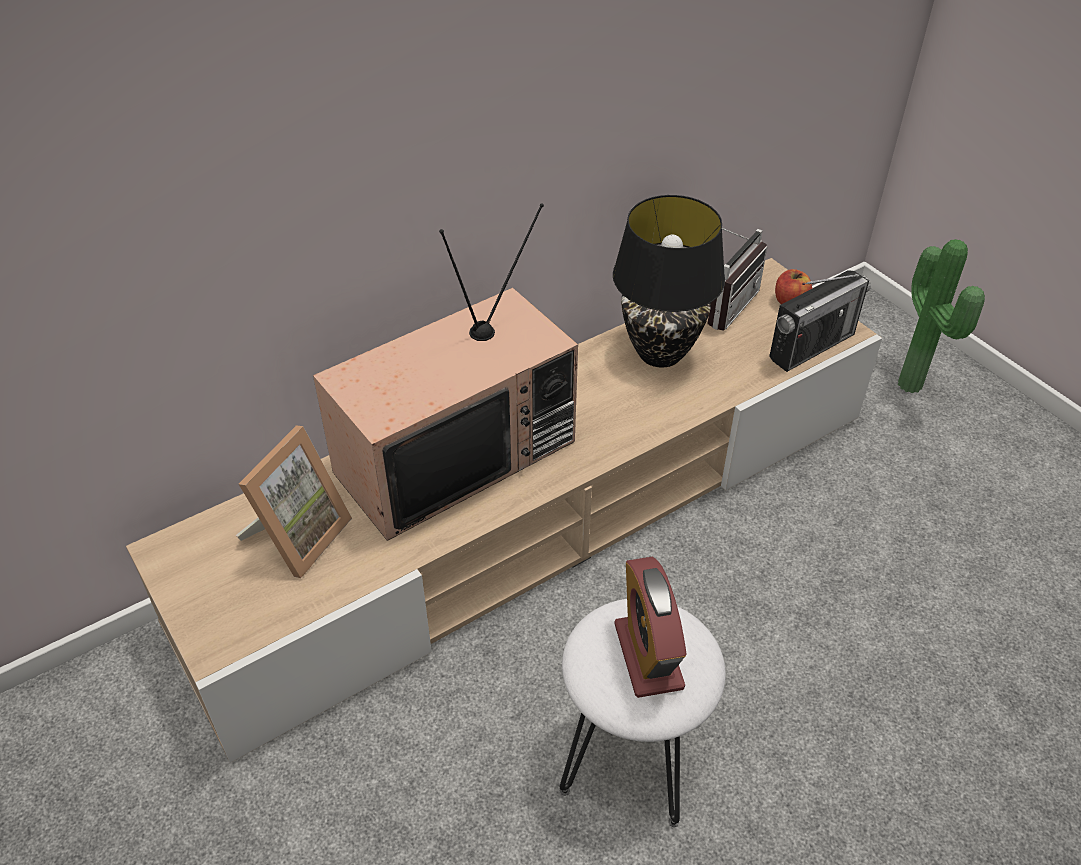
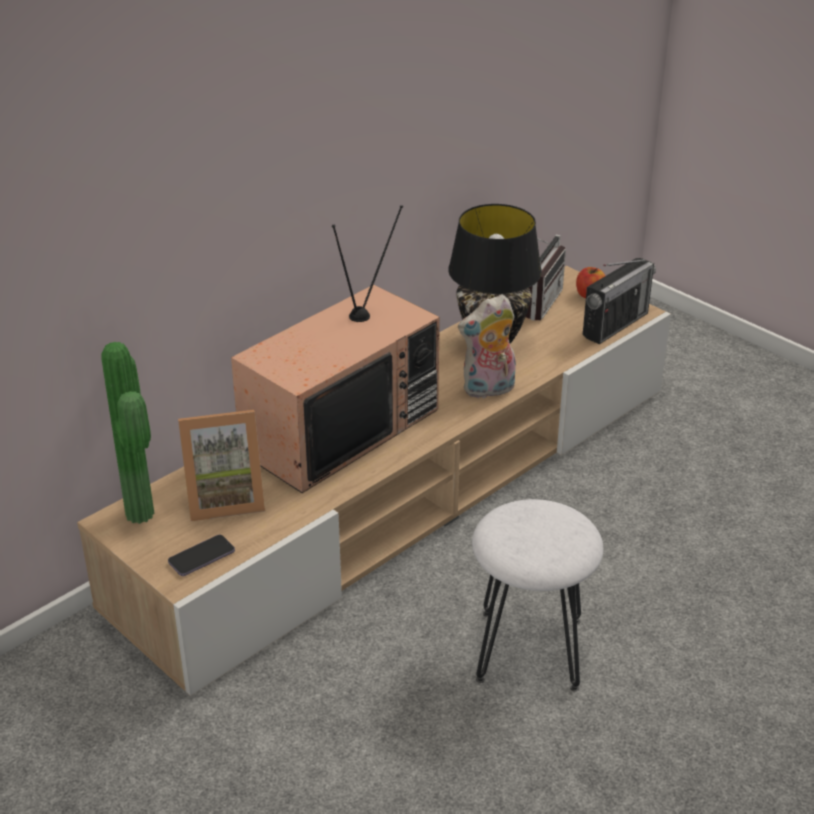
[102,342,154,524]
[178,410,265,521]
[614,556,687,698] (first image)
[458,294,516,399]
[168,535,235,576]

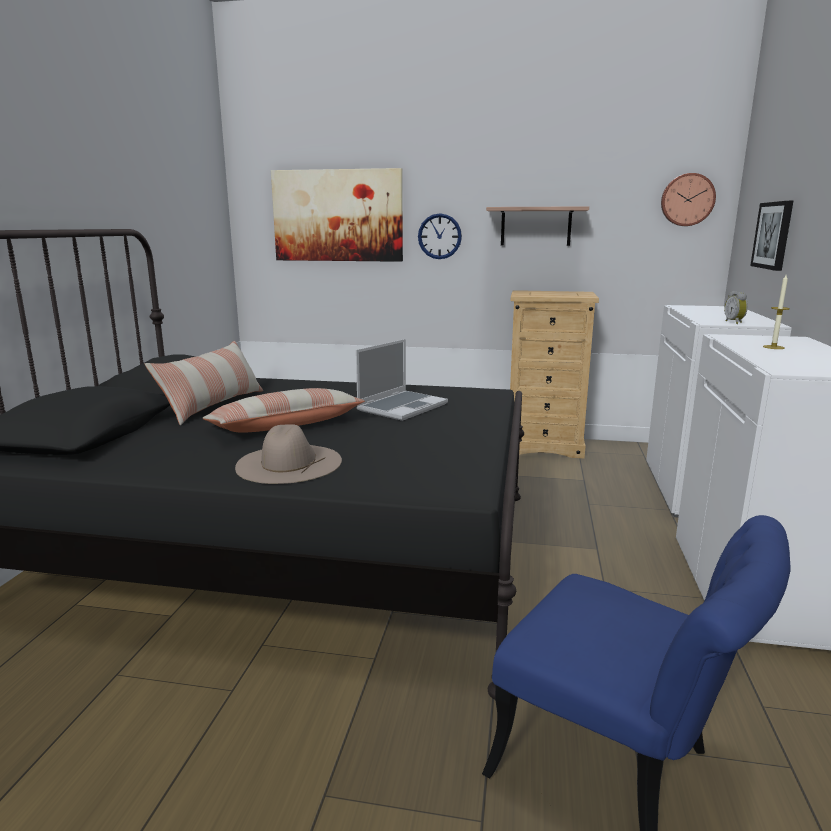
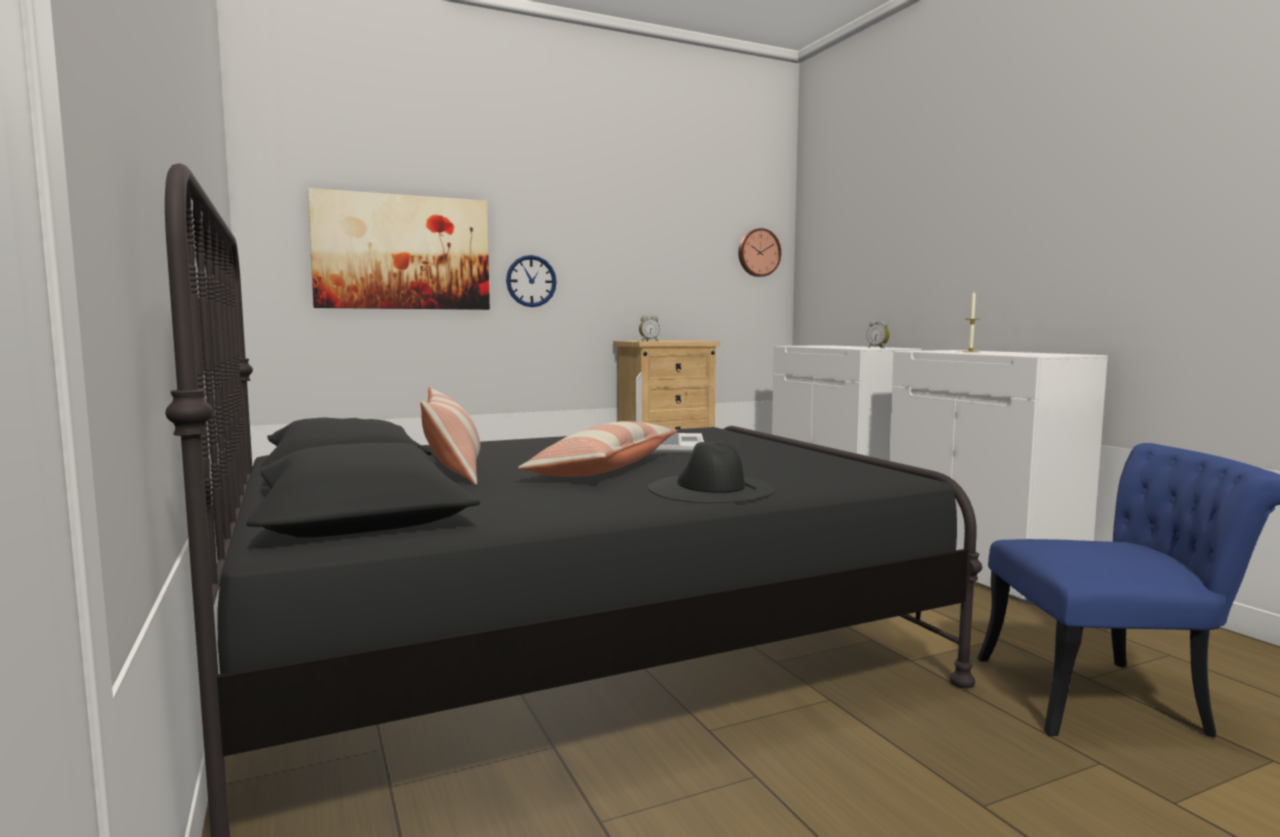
[750,201,793,271] (first image)
[486,206,589,246] (first image)
[648,441,775,503]
[639,316,660,341]

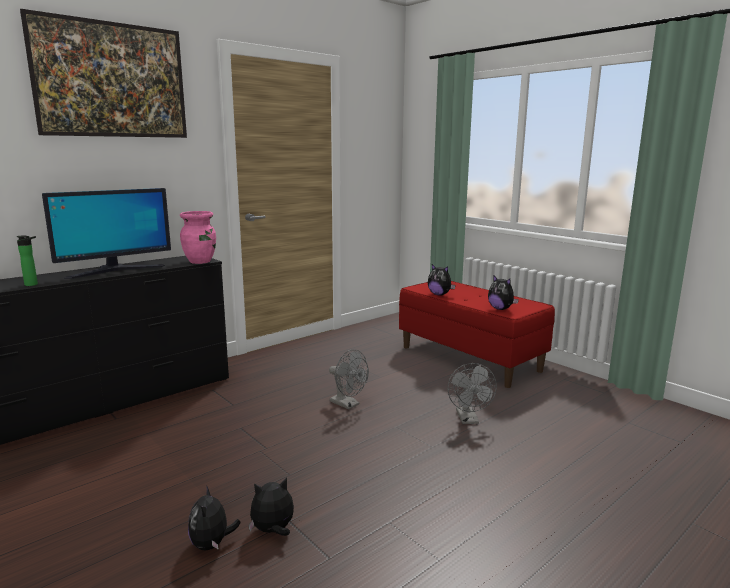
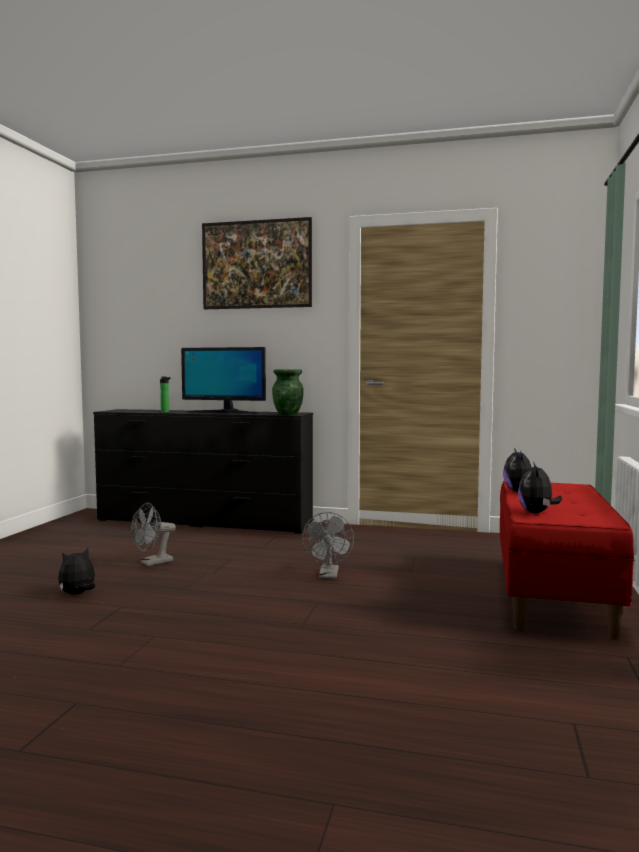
[272,369,304,415]
[131,503,176,566]
[248,478,294,536] (first image)

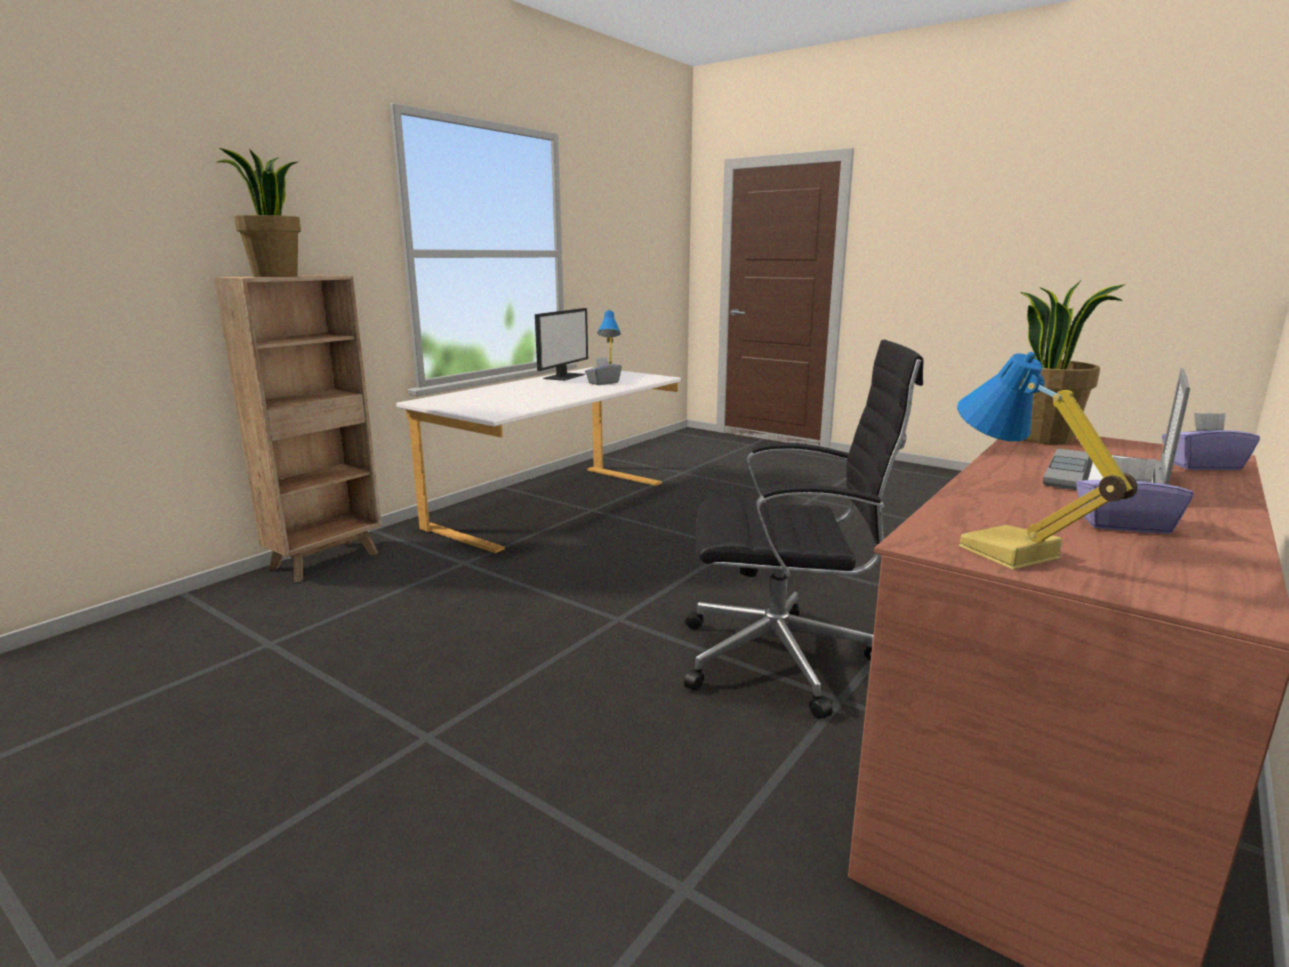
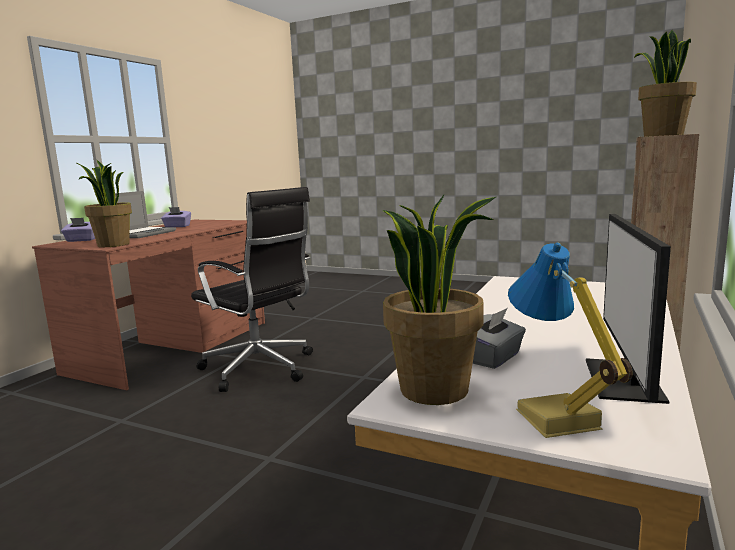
[191,187,313,392]
[957,352,1138,570] (first image)
[383,195,496,405]

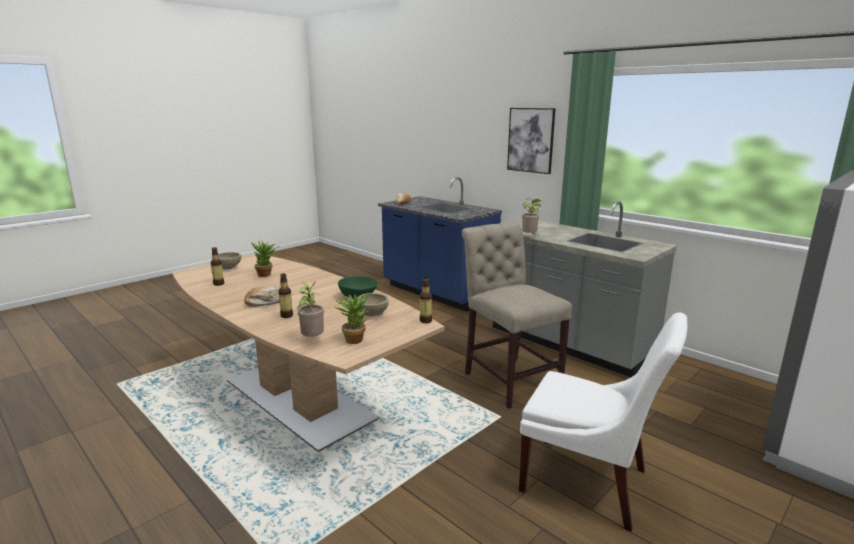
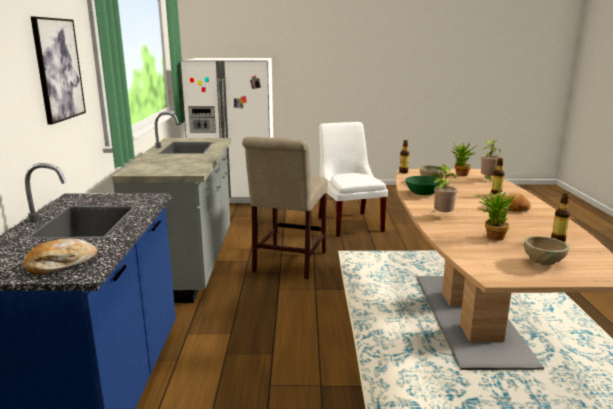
[431,165,457,213]

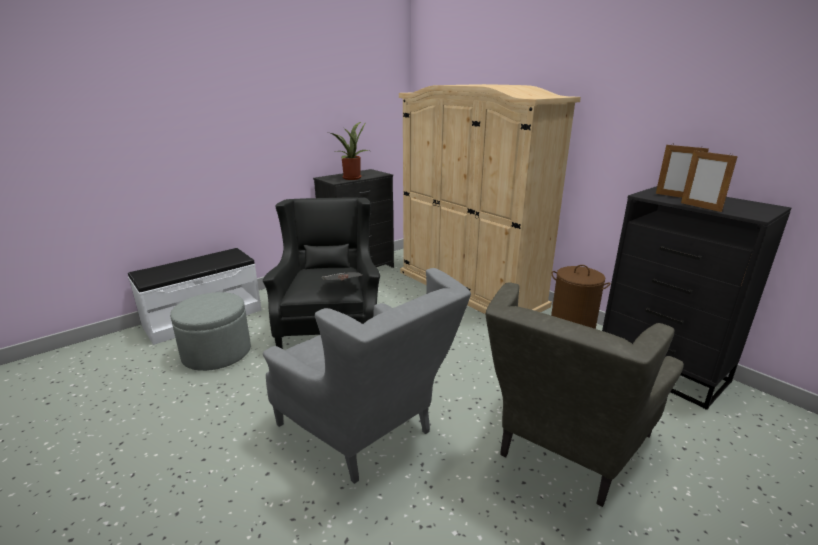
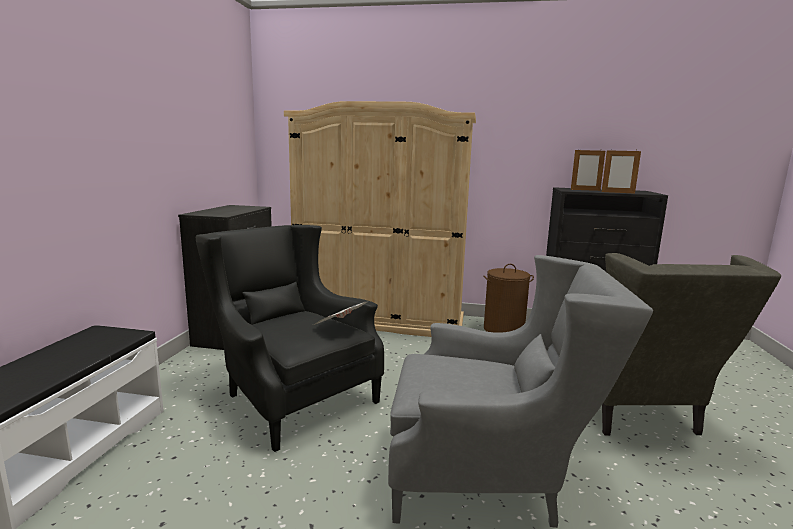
[331,122,369,180] (first image)
[170,292,251,371] (first image)

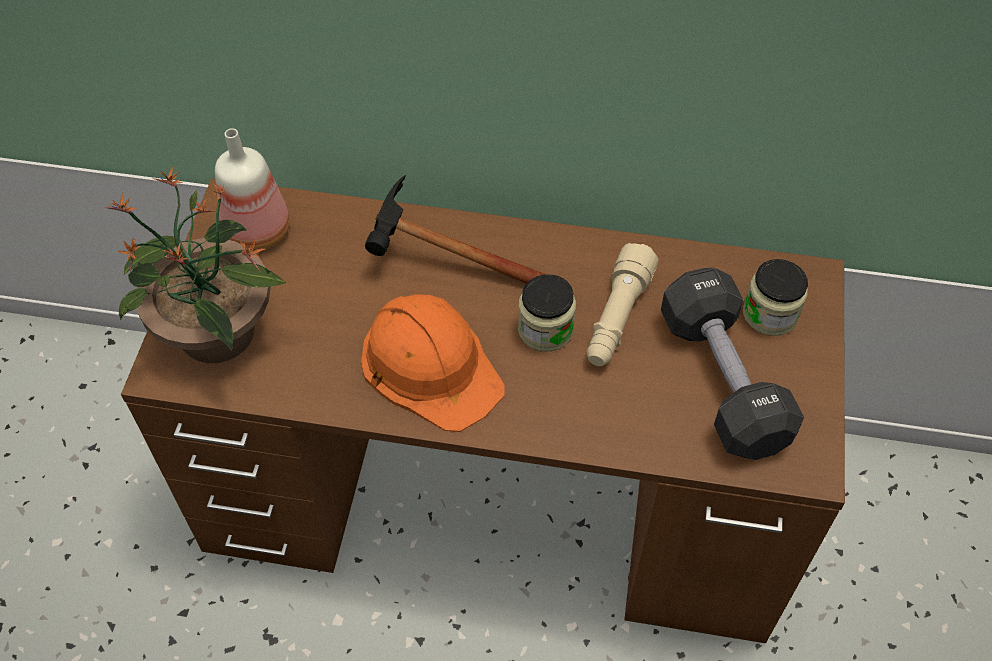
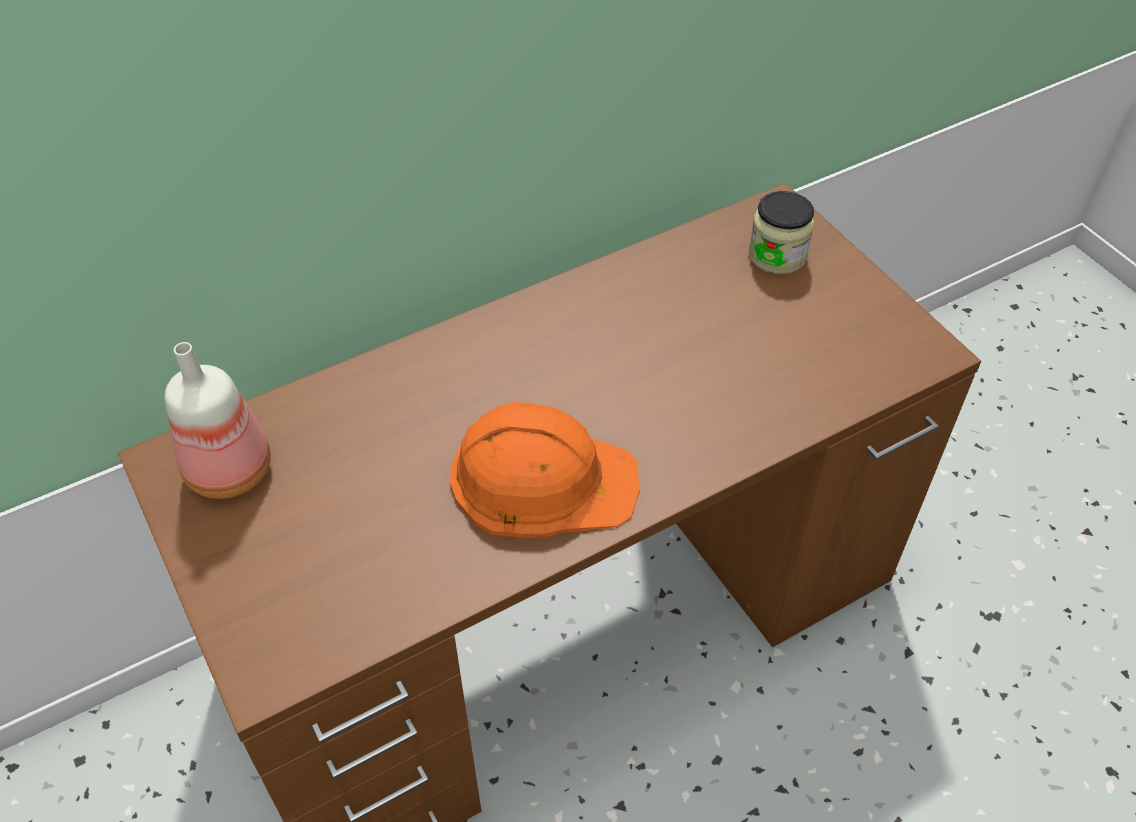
[105,167,286,363] (first image)
[365,175,544,284] (first image)
[587,243,659,366] (first image)
[661,268,804,460] (first image)
[518,274,576,352] (first image)

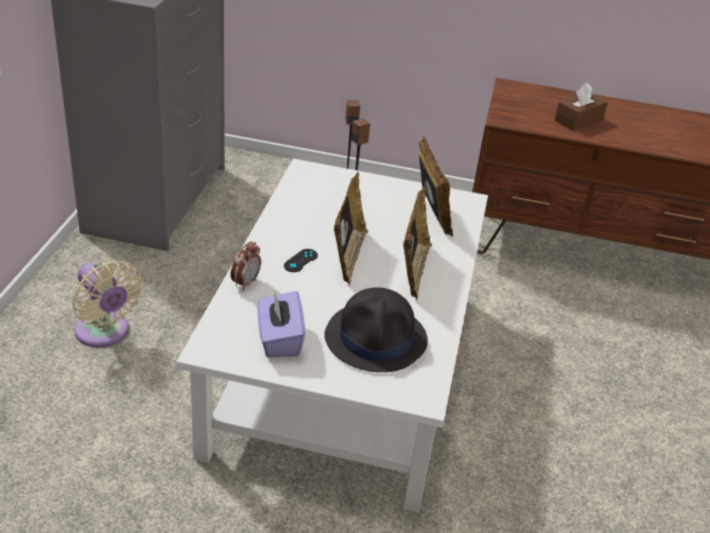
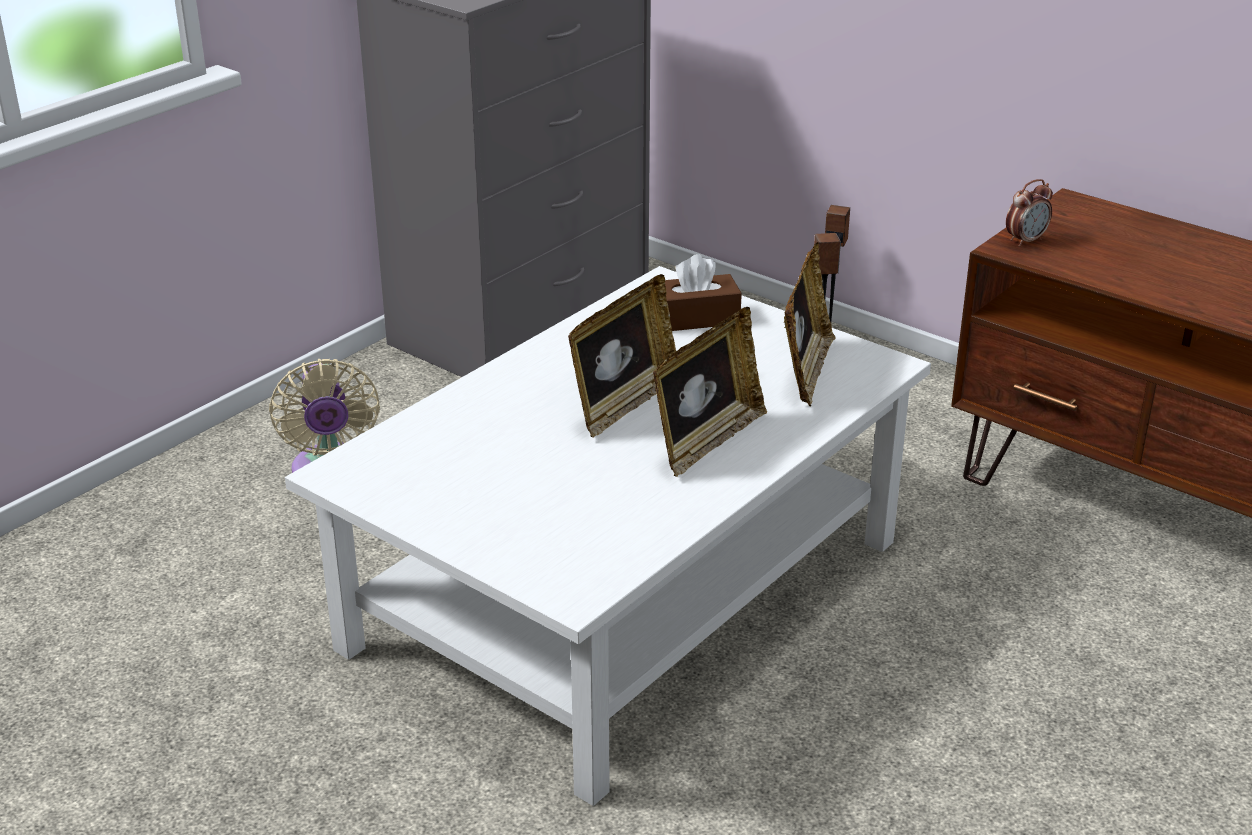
[665,254,742,331]
[1006,179,1053,247]
[284,249,318,272] (first image)
[324,287,428,372] (first image)
[257,291,305,357] (first image)

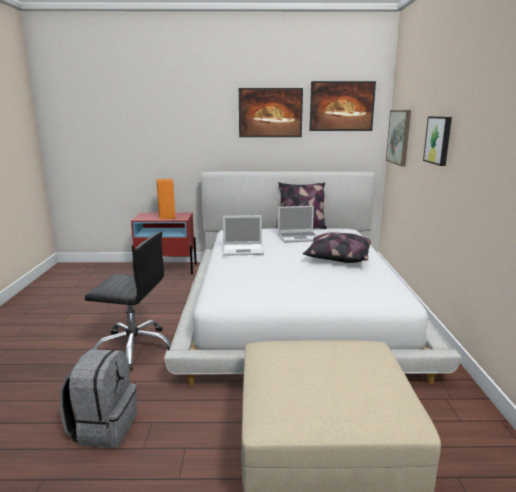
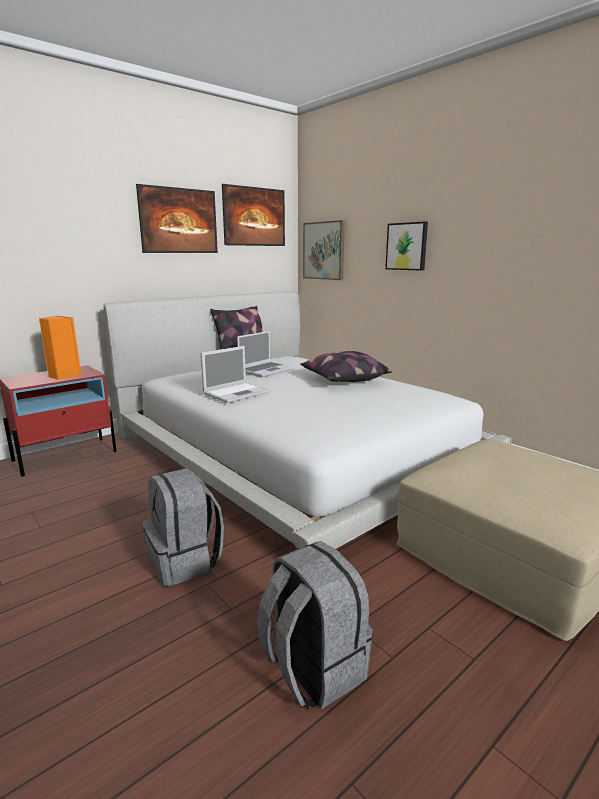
[143,468,224,586]

